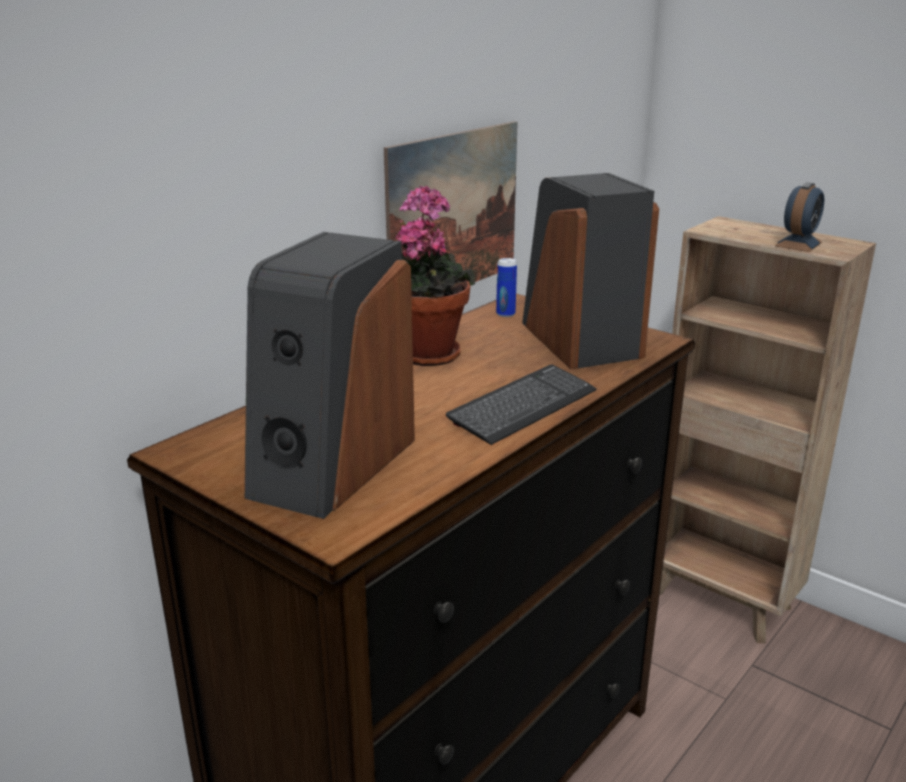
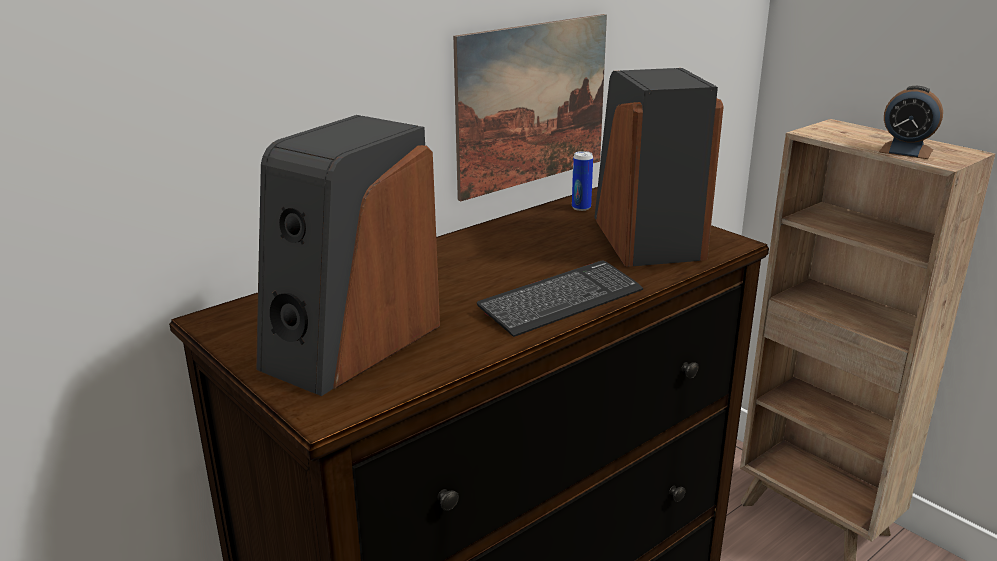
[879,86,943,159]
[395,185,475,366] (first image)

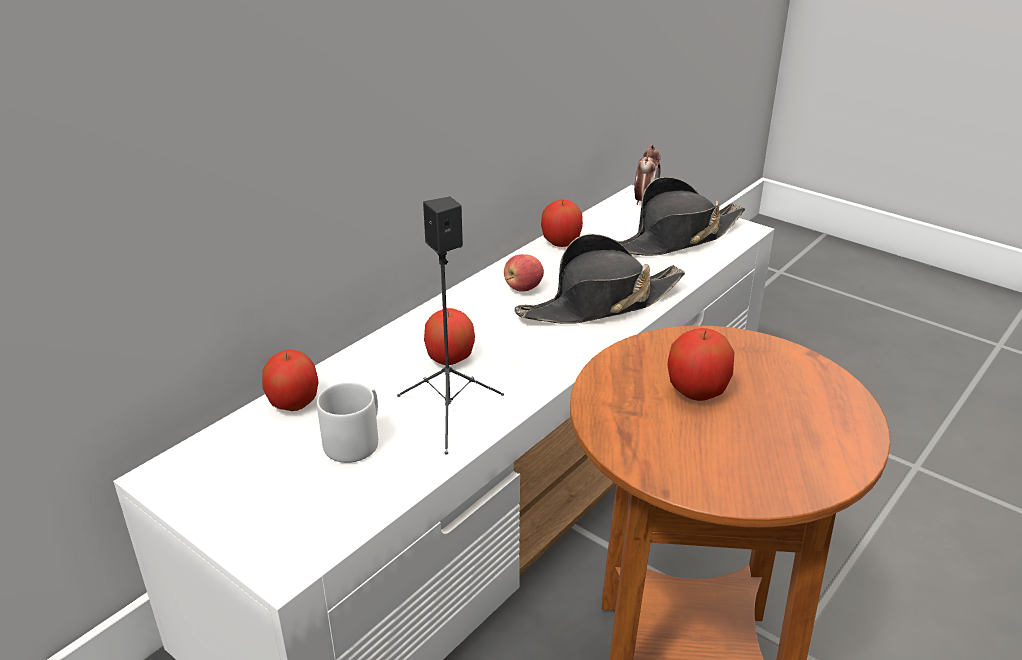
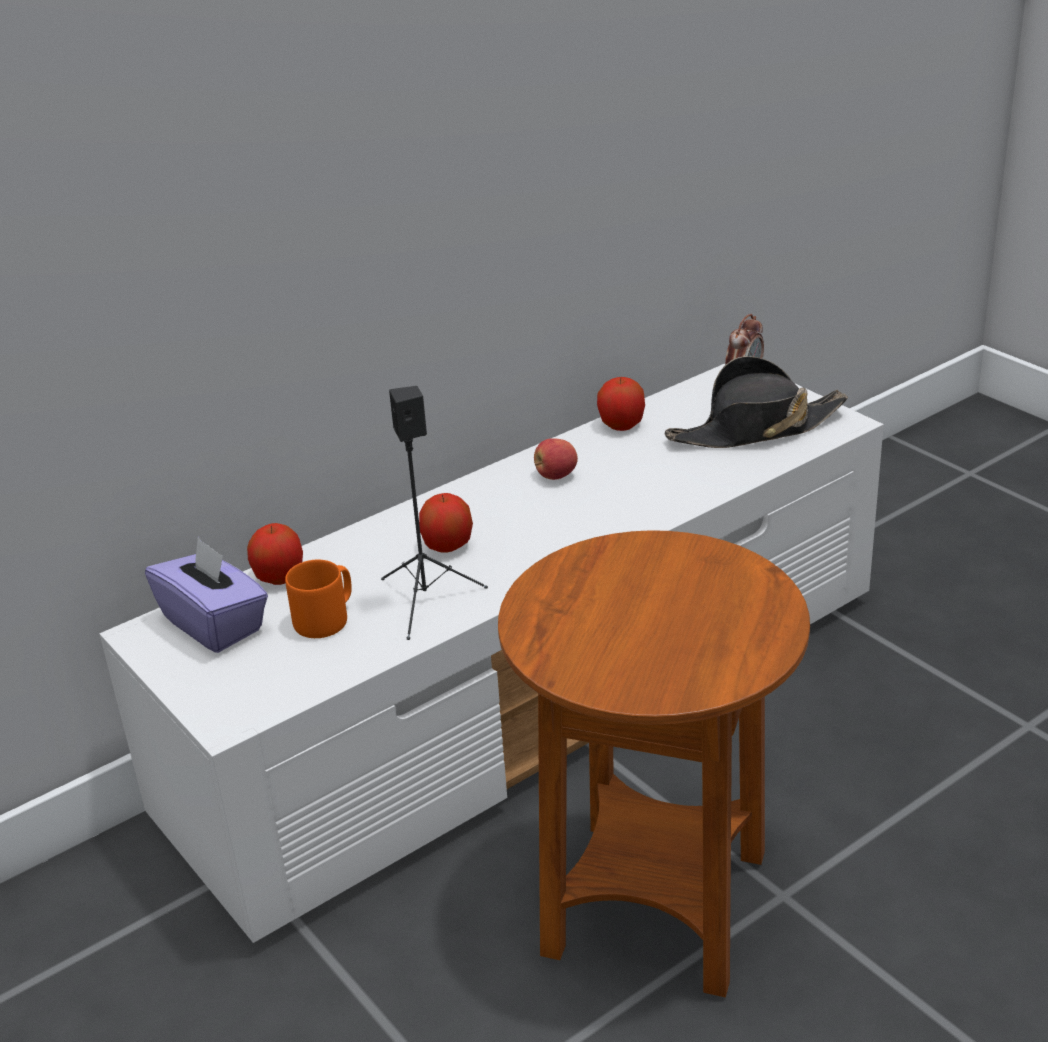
[514,234,686,324] (first image)
[667,328,735,401] (first image)
[285,560,352,638]
[145,537,268,653]

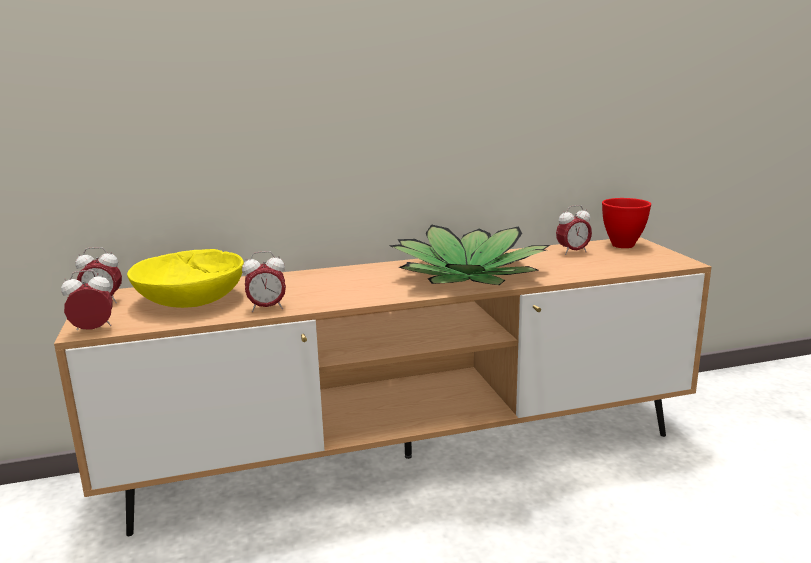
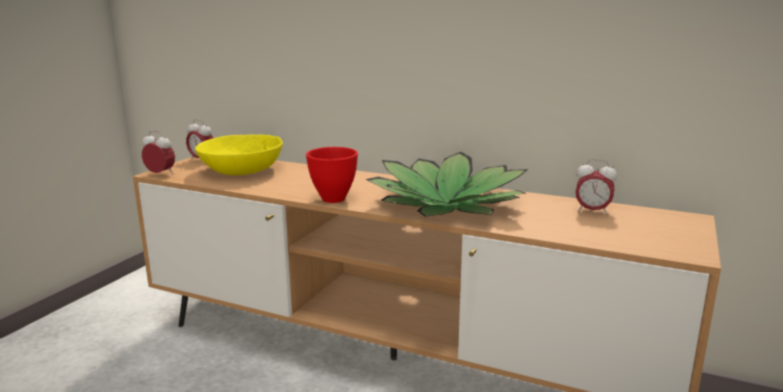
[306,147,358,203]
[242,251,286,312] (first image)

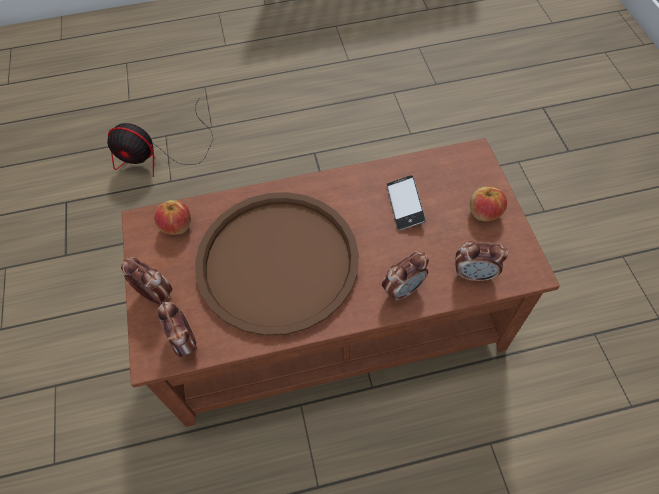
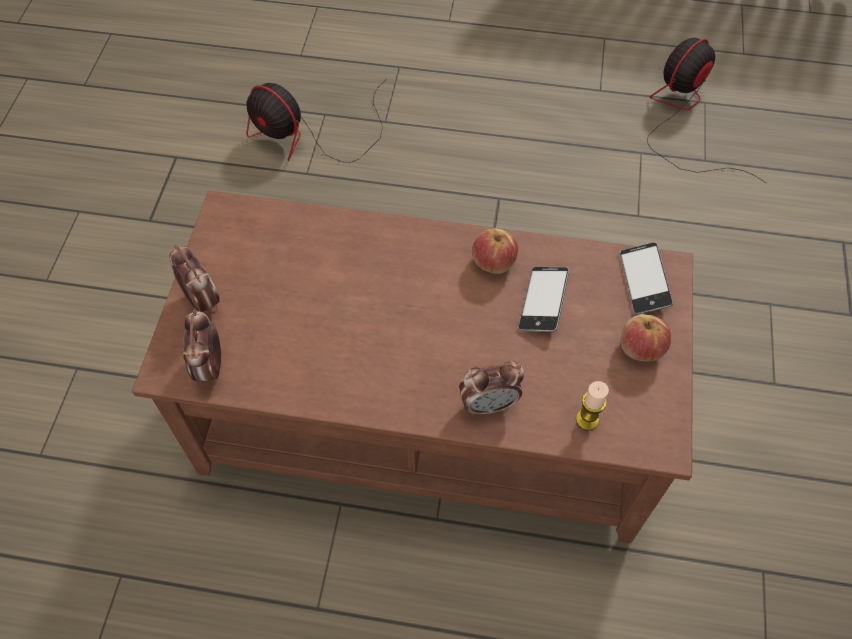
[195,192,359,336] (first image)
[472,228,518,274]
[576,381,609,431]
[647,38,767,184]
[620,242,673,315]

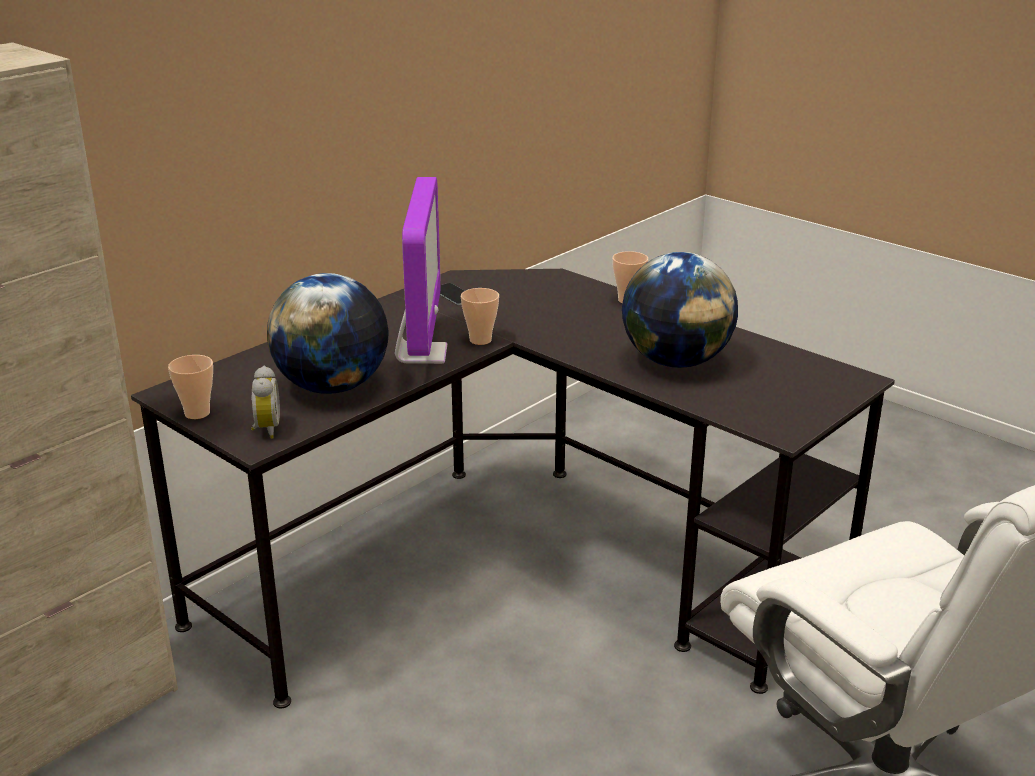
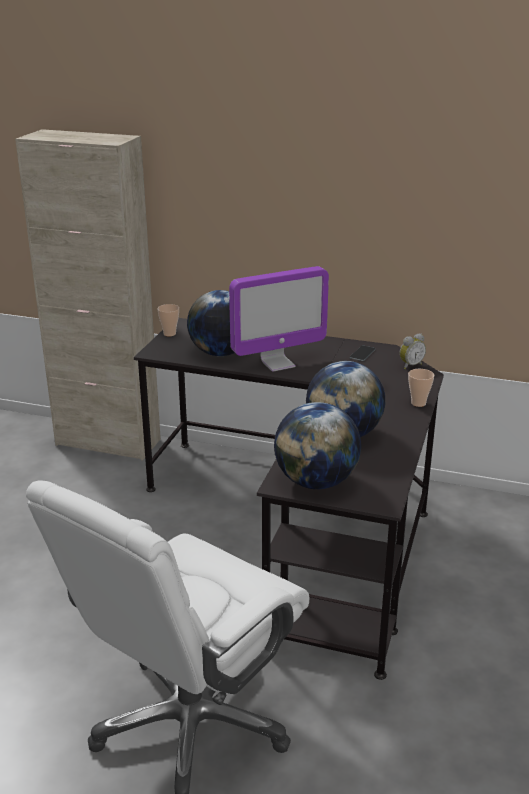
[461,288,499,345] (first image)
[400,334,426,369]
[274,402,361,489]

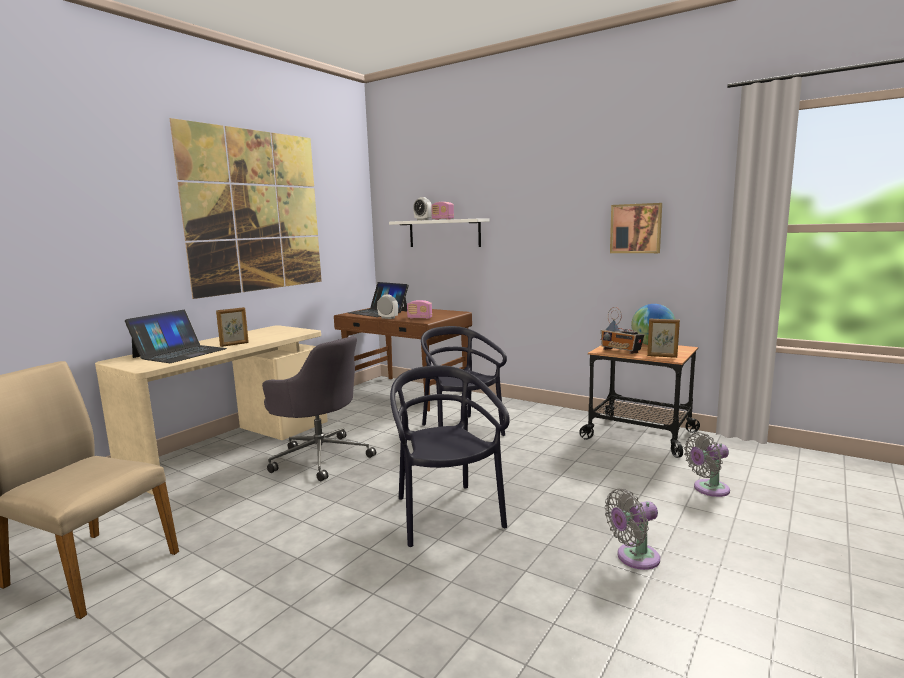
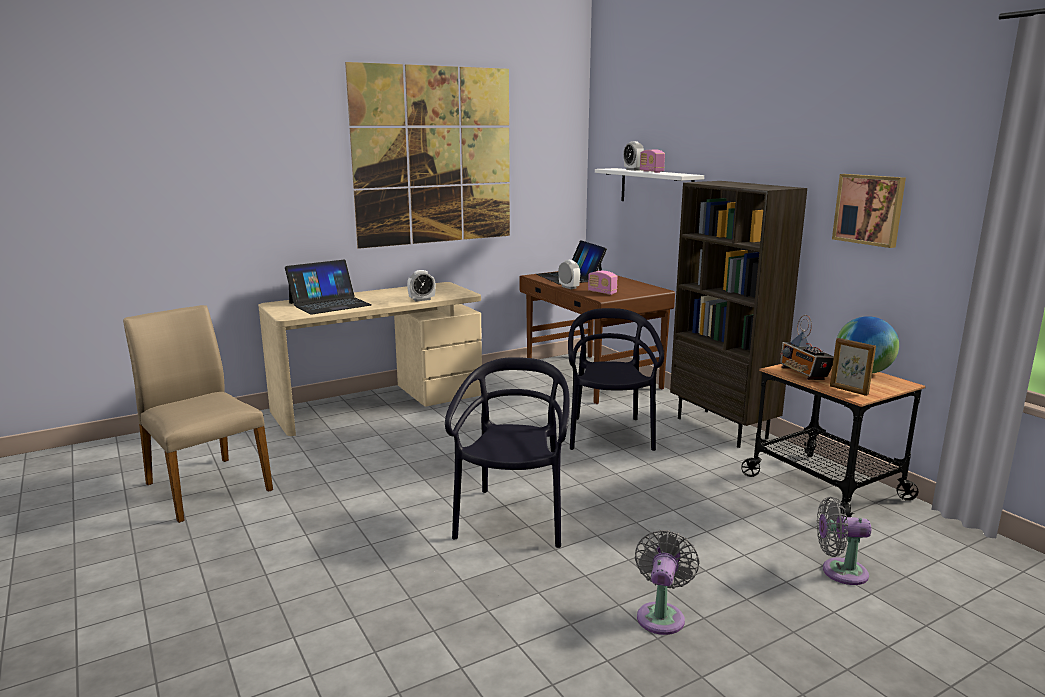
[216,307,249,347] (first image)
[262,336,376,481] (first image)
[635,530,700,635]
[670,181,807,448]
[407,270,436,301]

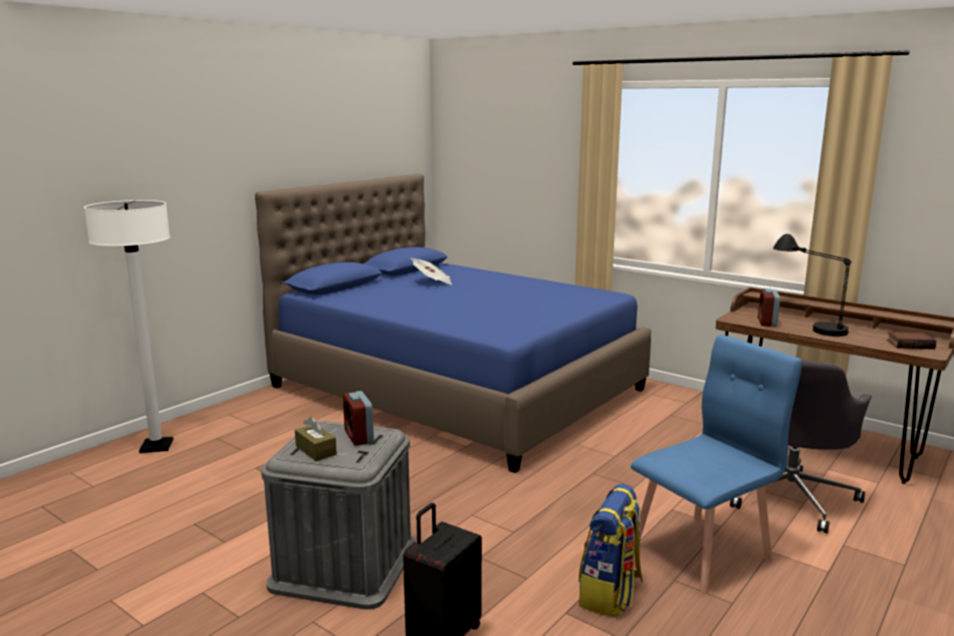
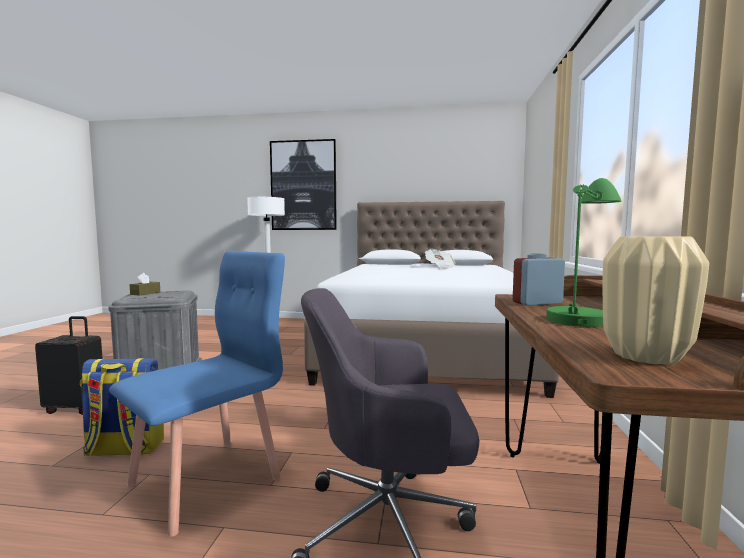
[304,201,559,398]
[546,178,621,327]
[602,236,709,365]
[109,251,285,537]
[343,391,374,446] (first image)
[270,139,337,230]

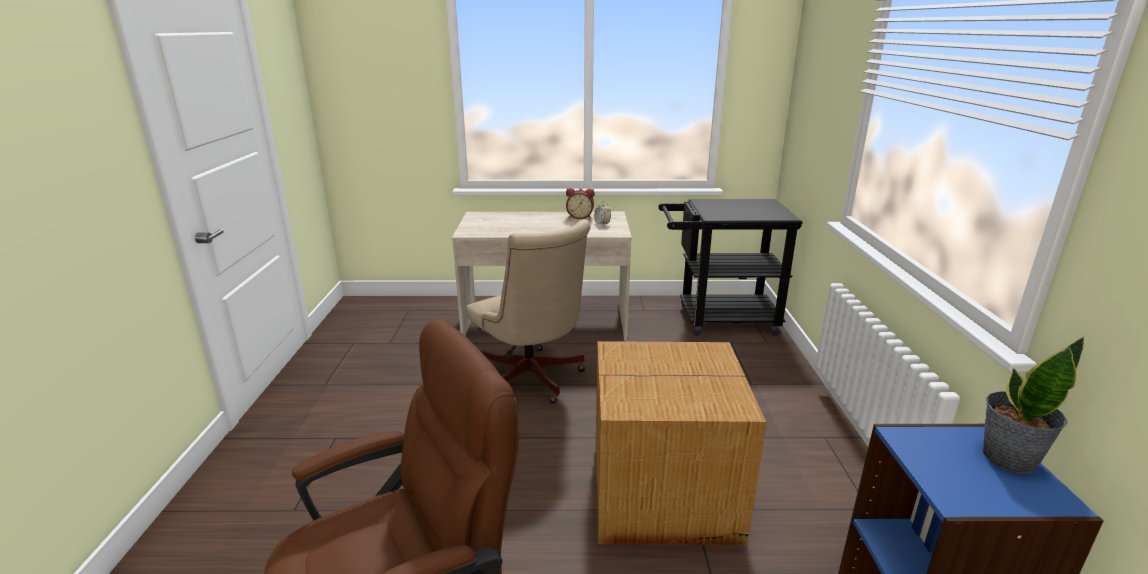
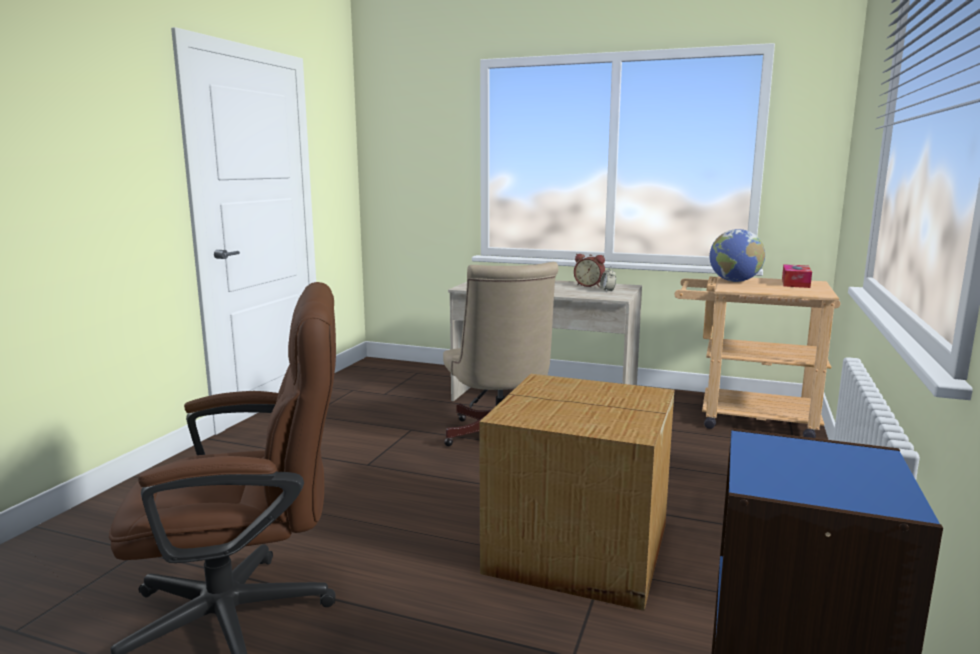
[674,276,840,438]
[983,337,1084,474] (first image)
[710,229,765,282]
[782,264,812,288]

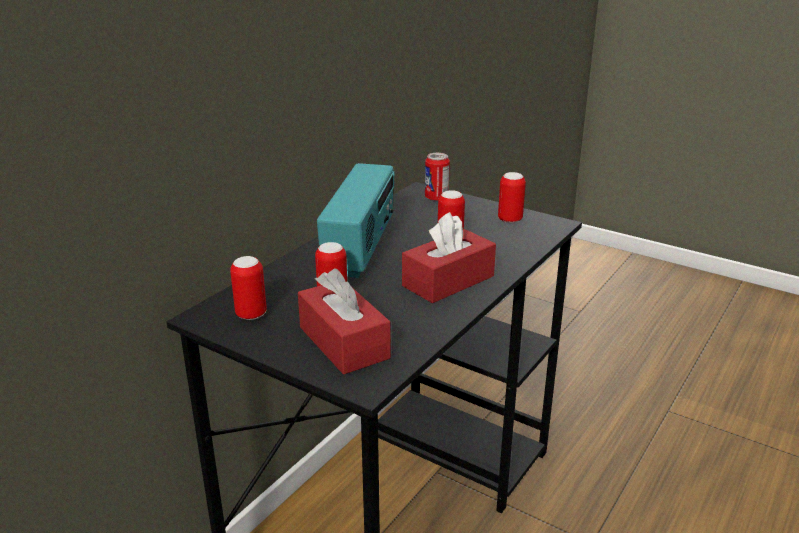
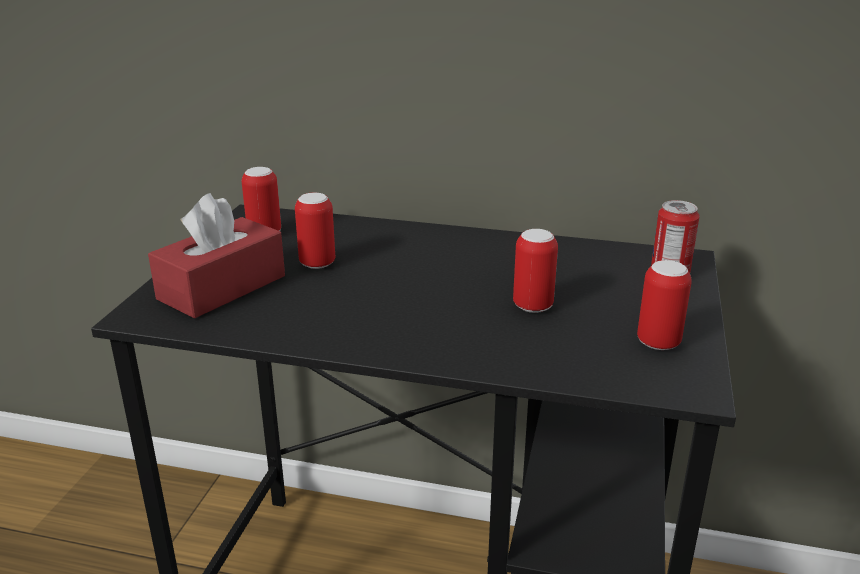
[317,163,394,278] (first image)
[402,212,496,303] (first image)

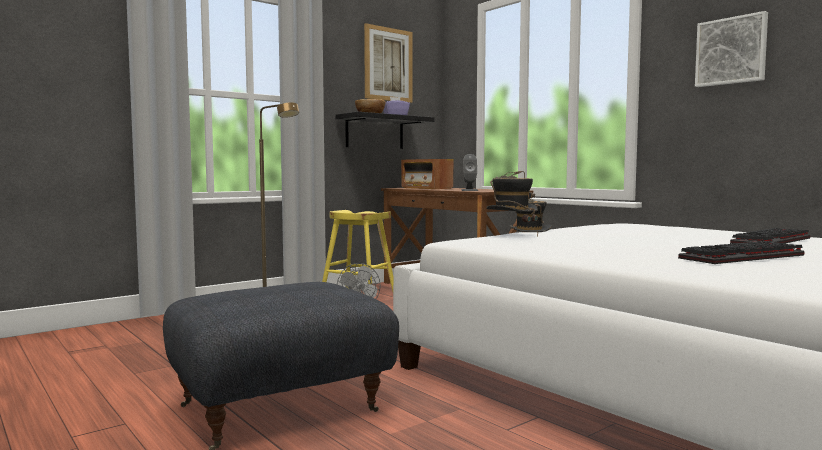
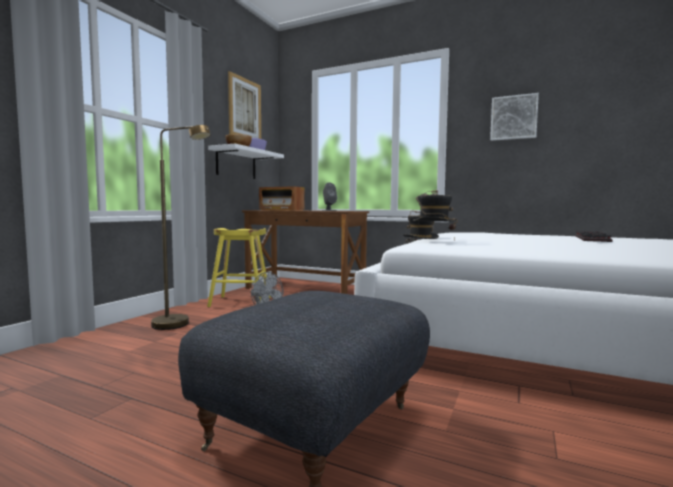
[208,144,284,179]
[678,241,805,264] (first image)

